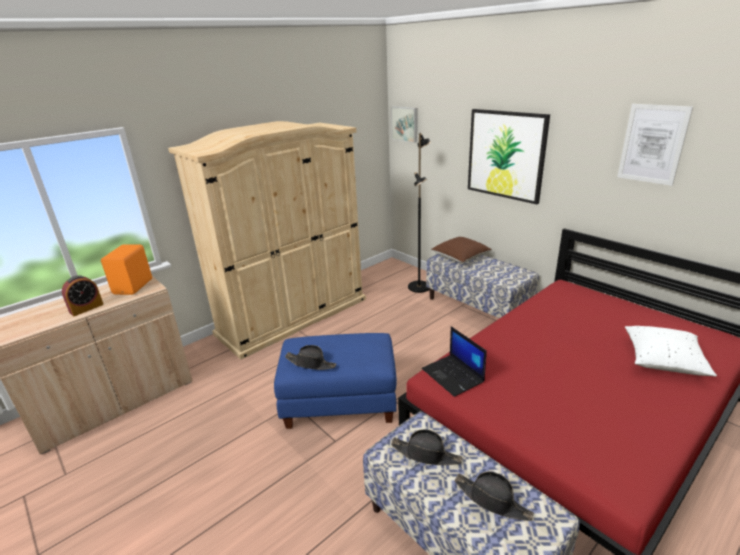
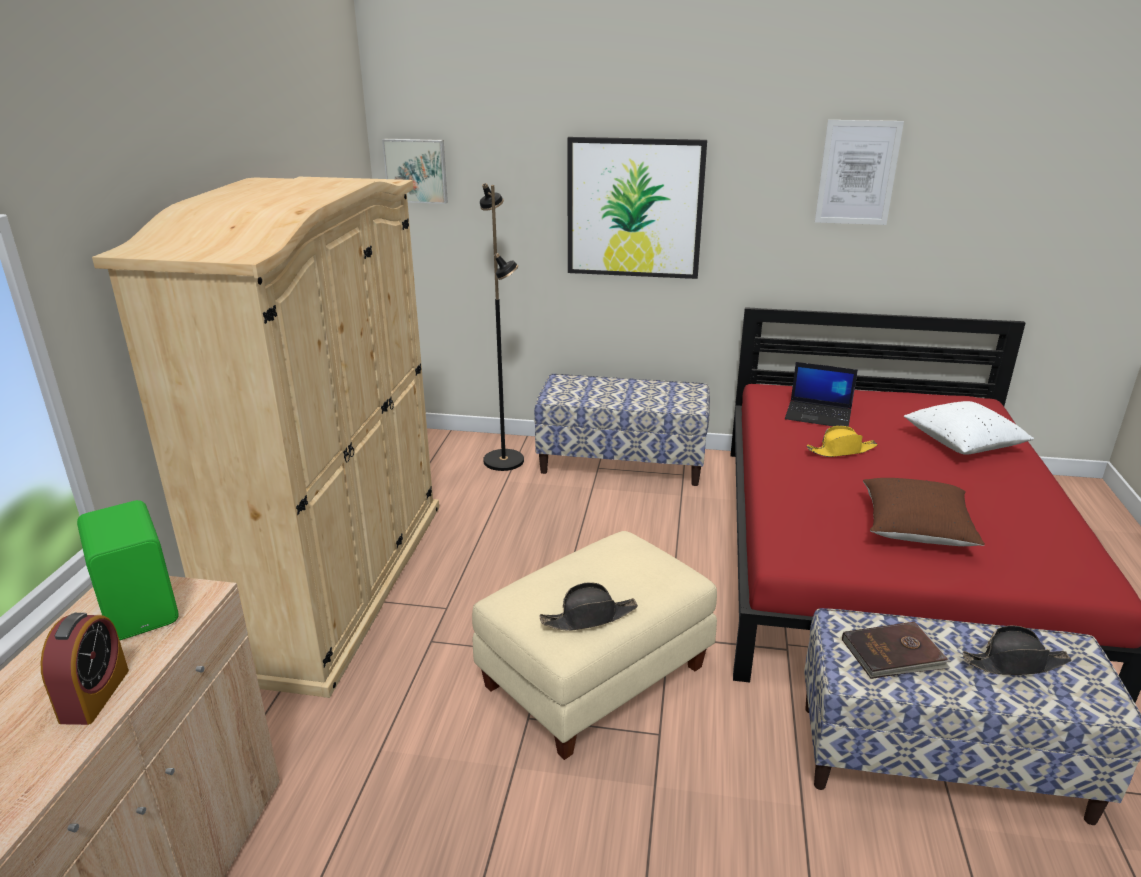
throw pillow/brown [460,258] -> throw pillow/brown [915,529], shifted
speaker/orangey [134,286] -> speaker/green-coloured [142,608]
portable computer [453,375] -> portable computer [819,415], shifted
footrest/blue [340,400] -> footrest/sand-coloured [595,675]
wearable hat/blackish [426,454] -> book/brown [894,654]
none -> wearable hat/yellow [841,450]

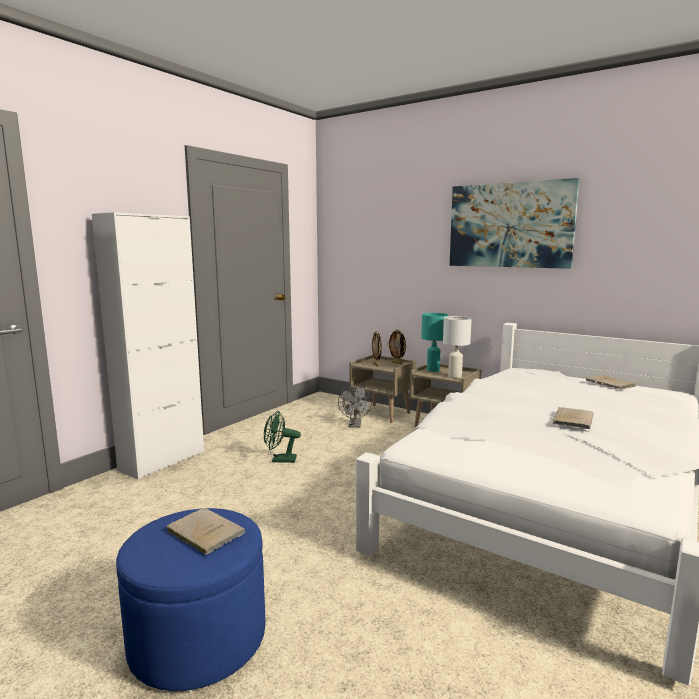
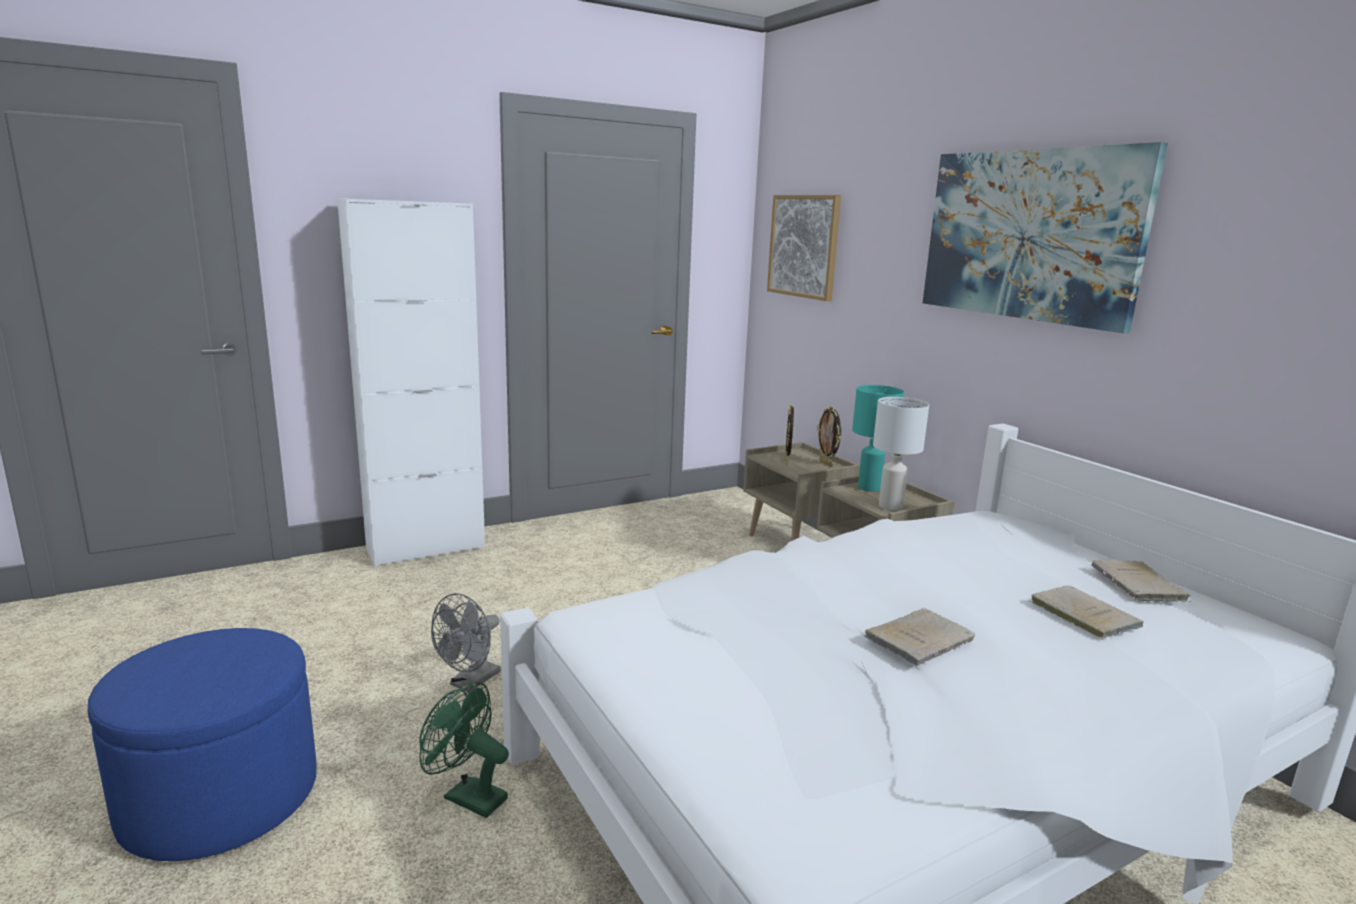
electric fan/greyish [355,425] -> electric fan/greyish [470,683], shifted
electric fan/green-coloured [280,460] -> electric fan/green-coloured [467,796], shifted
book/sand-coloured [204,532] -> book/sand-coloured [1081,613], shifted
none -> picture [804,246]

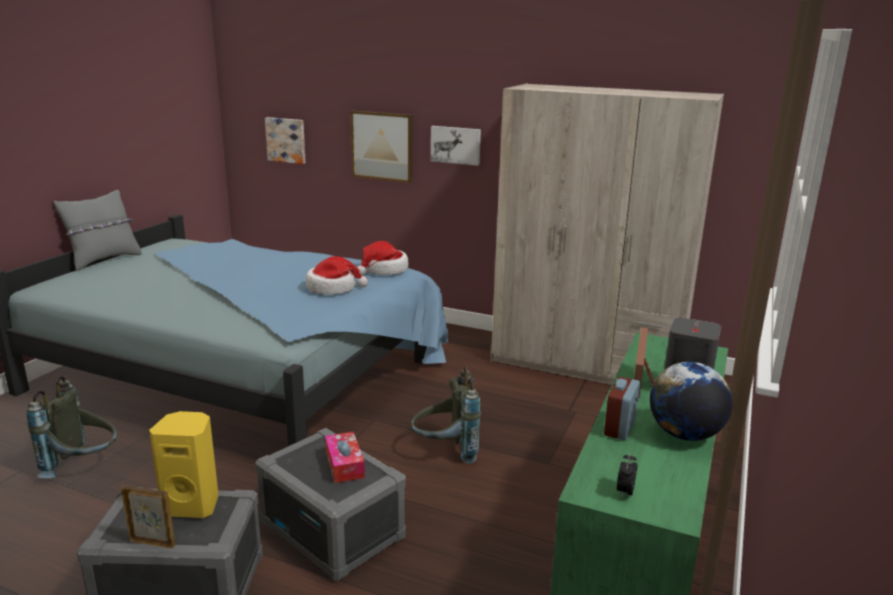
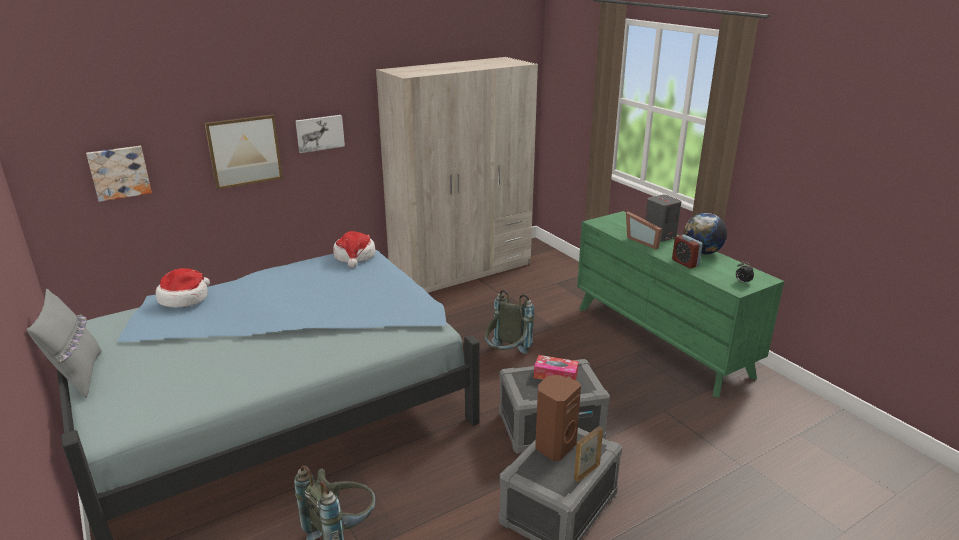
wearable hat [333,288] -> wearable hat [185,298], shifted
speaker/yellow [192,505] -> speaker/brown [554,446]

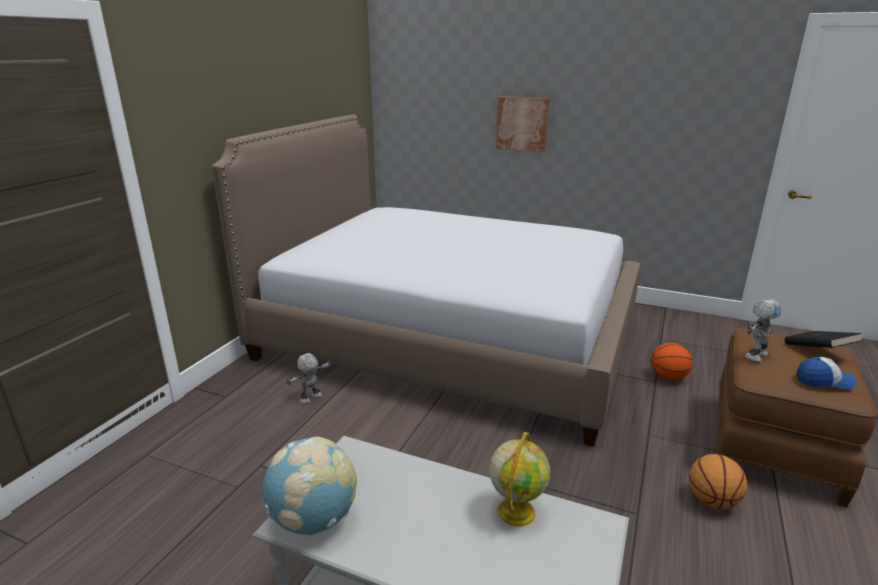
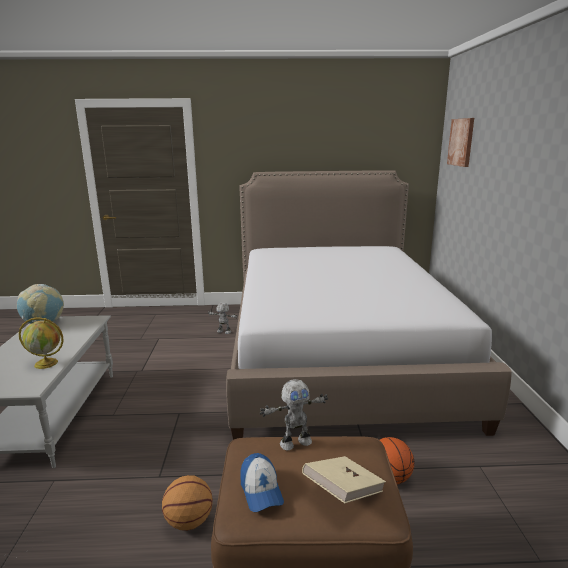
picture [522,124] -> picture [461,142], shifted
robot figure [755,355] -> robot figure [295,442], 45 degrees counterclockwise
book/blackish [818,351] -> book/sand-coloured [343,492]

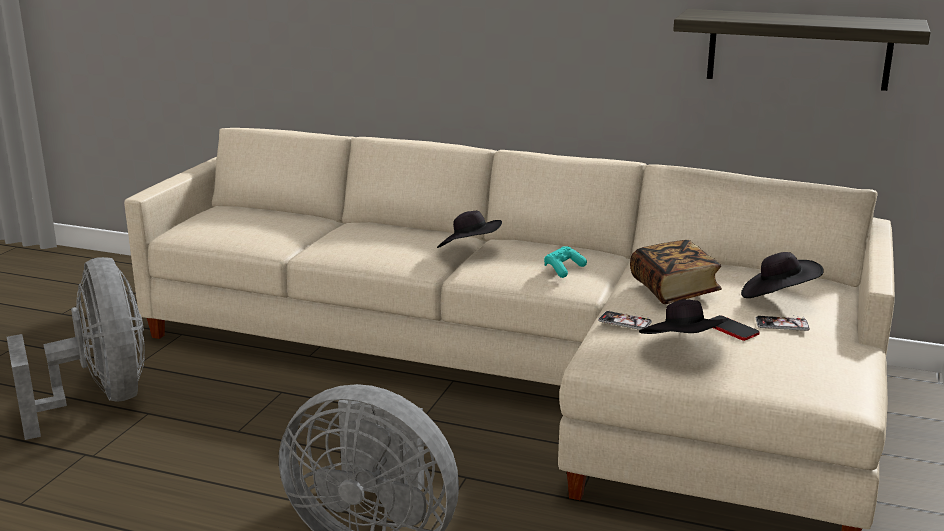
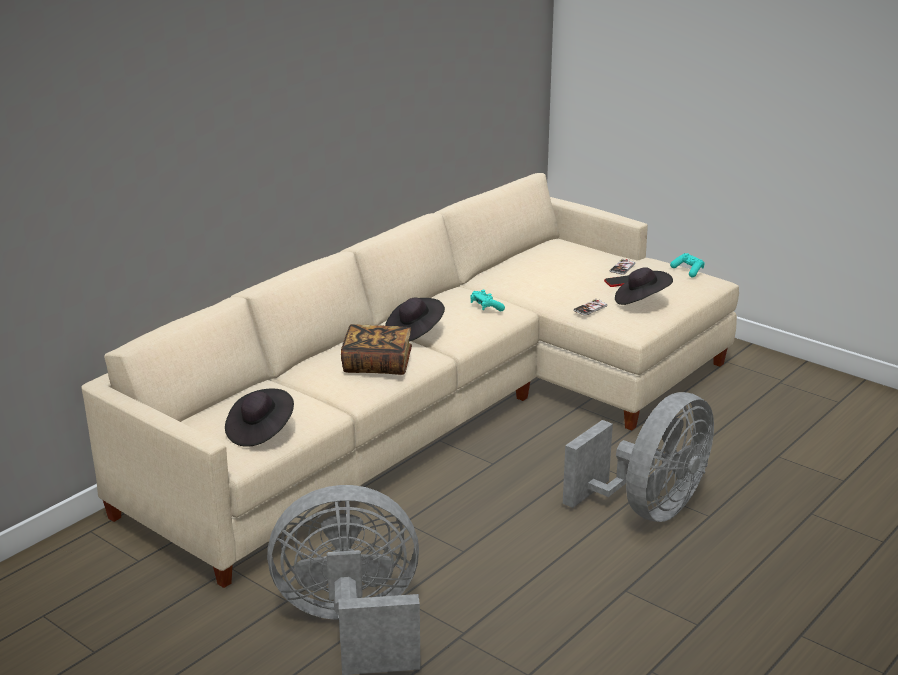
bracket shelf [798,49] -> none
book [674,290] -> book [377,364], shifted
wearable hat/blackish [777,297] -> wearable hat/blackish [260,431], shifted
none -> gamepad/blue-green [688,270]

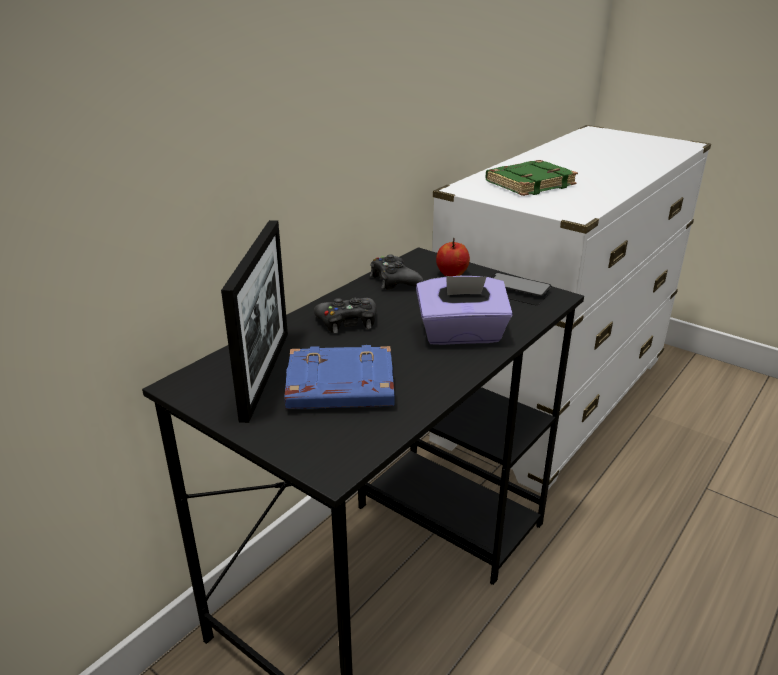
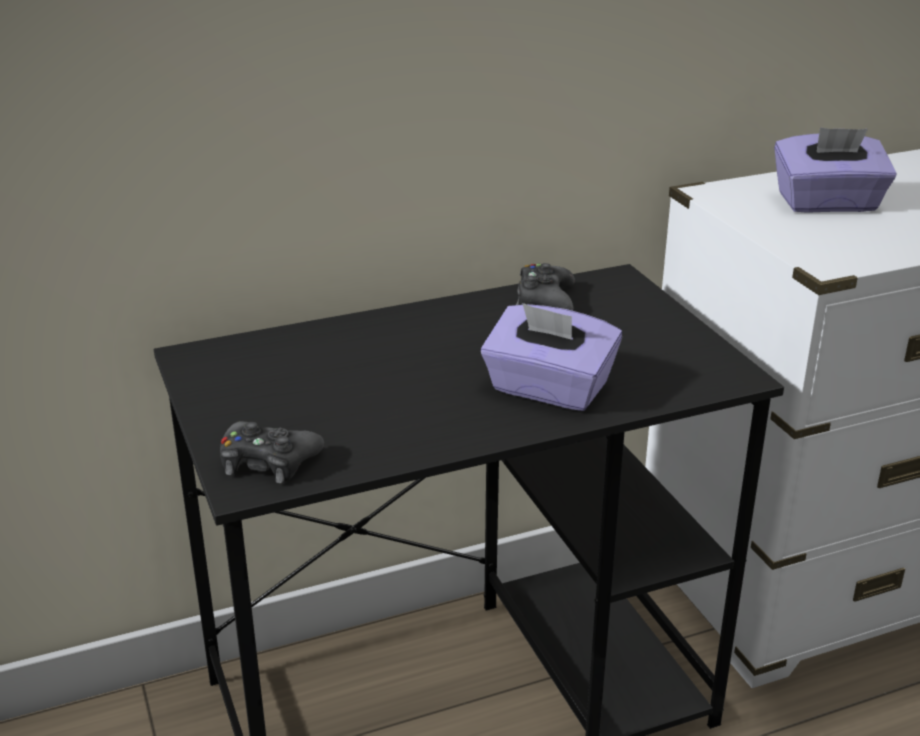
book/green-coloured [529,184] -> box of tissues/purplish [827,204]
photo frame [265,374] -> none
whole apple [452,274] -> none
phone [515,291] -> none
gamepad/blackish [347,322] -> gamepad/blackish [268,462], shifted
book/blue [339,388] -> none

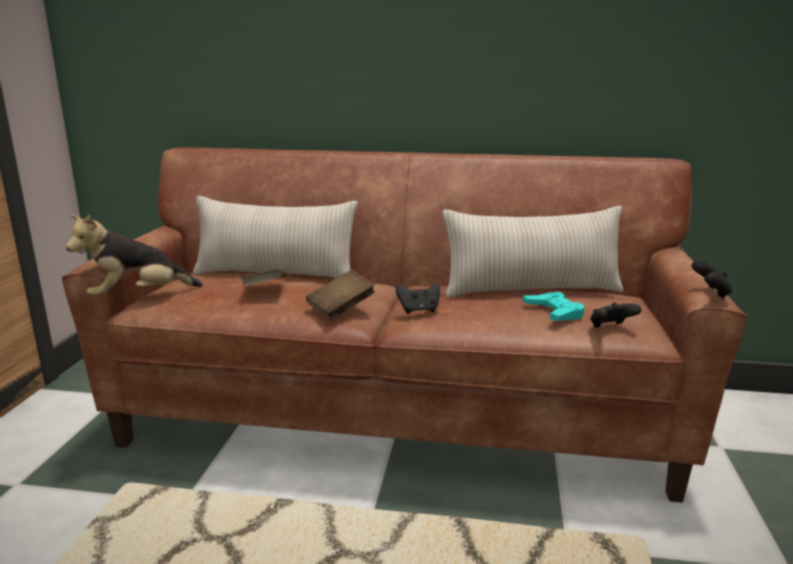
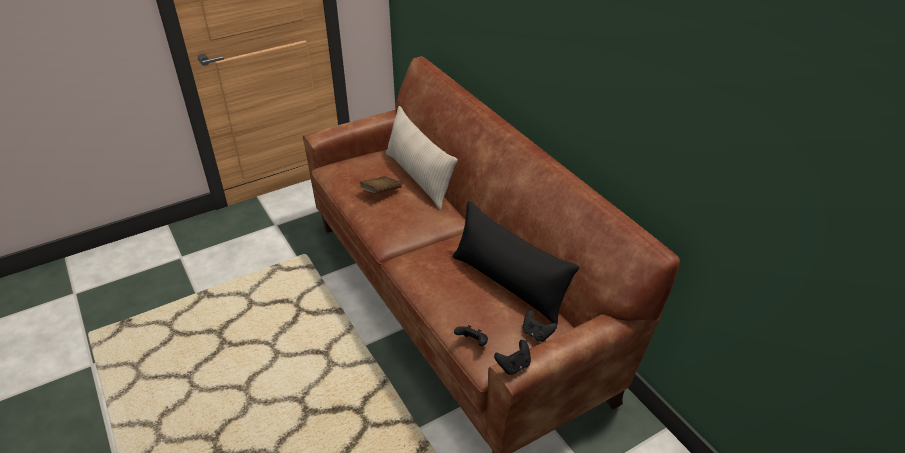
throw pillow/sand-coloured [531,290] -> throw pillow/blackish [509,284]
soft toy [138,296] -> none
book/brown [341,308] -> none
gamepad/blackish [419,310] -> gamepad/blackish [536,334], shifted
gamepad/blue-green [554,312] -> none

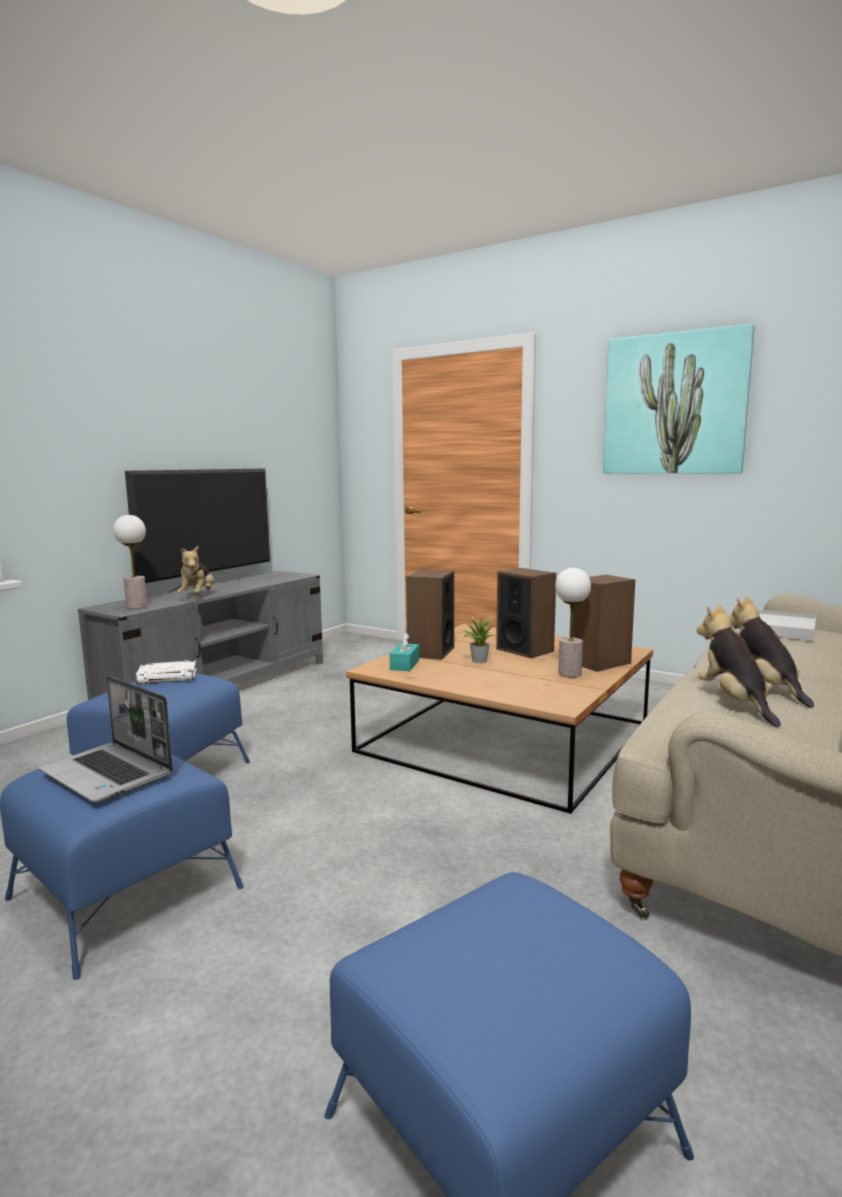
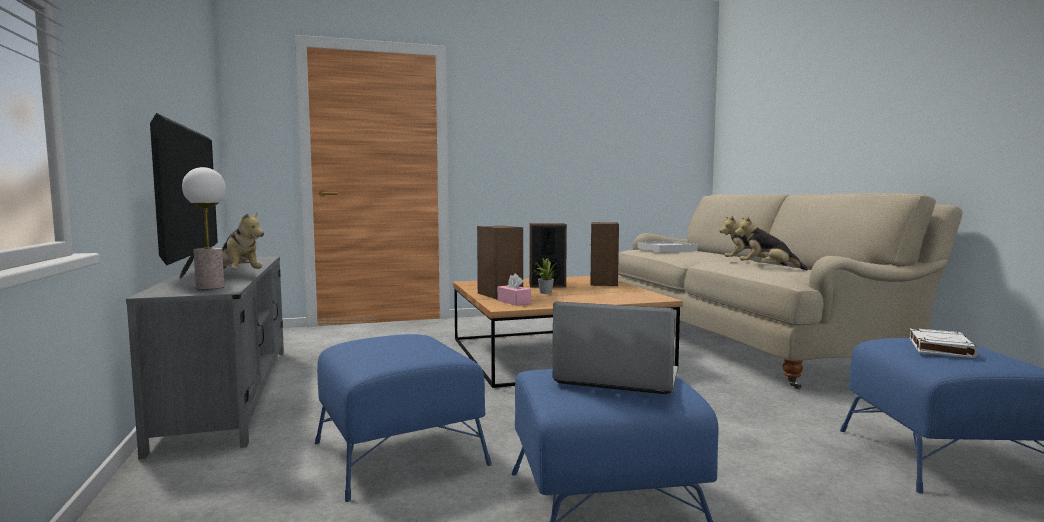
picture [674,404] -> none
lamp for a table [569,674] -> none
box of tissues/blue-green [404,665] -> box of tissues/pink [513,302]
book/white-coloured [168,676] -> book/white-coloured [940,348], shifted
portable computer [109,774] -> portable computer [614,378], 150 degrees counterclockwise

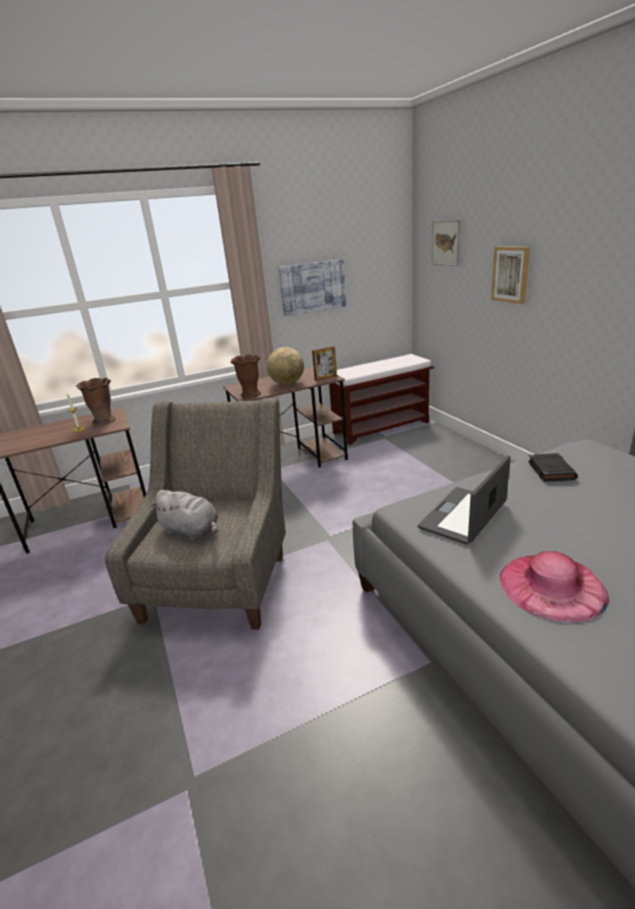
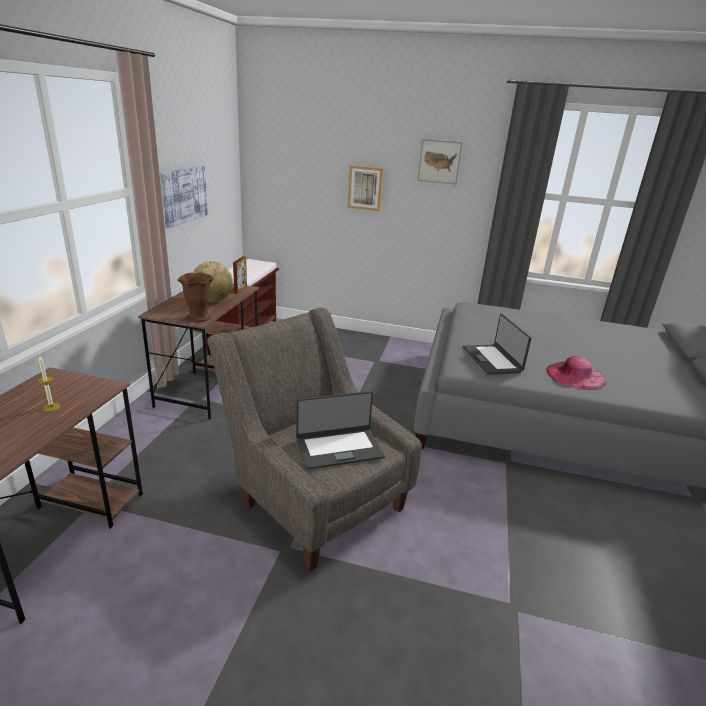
picture [446,243] -> picture [439,161], shifted
vase/brown [104,421] -> none
book/blackish [550,470] -> none
soft toy/greyish [192,531] -> portable computer [339,448]

